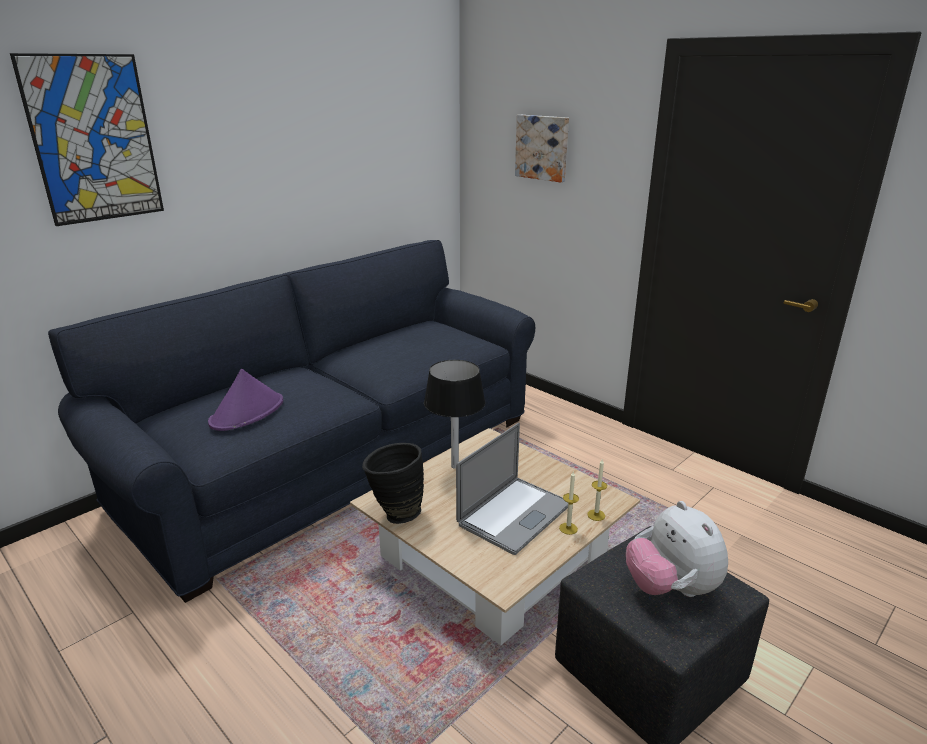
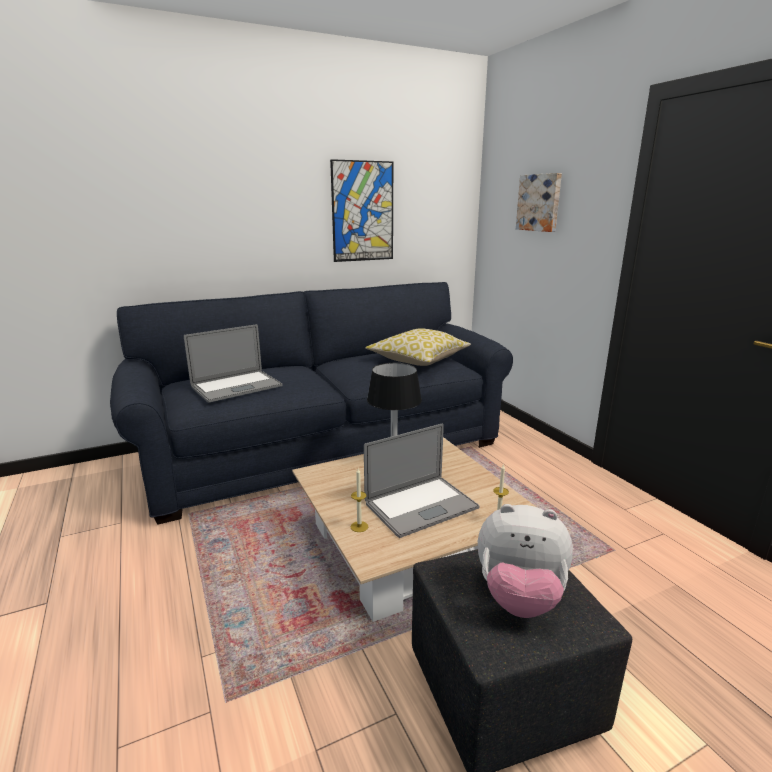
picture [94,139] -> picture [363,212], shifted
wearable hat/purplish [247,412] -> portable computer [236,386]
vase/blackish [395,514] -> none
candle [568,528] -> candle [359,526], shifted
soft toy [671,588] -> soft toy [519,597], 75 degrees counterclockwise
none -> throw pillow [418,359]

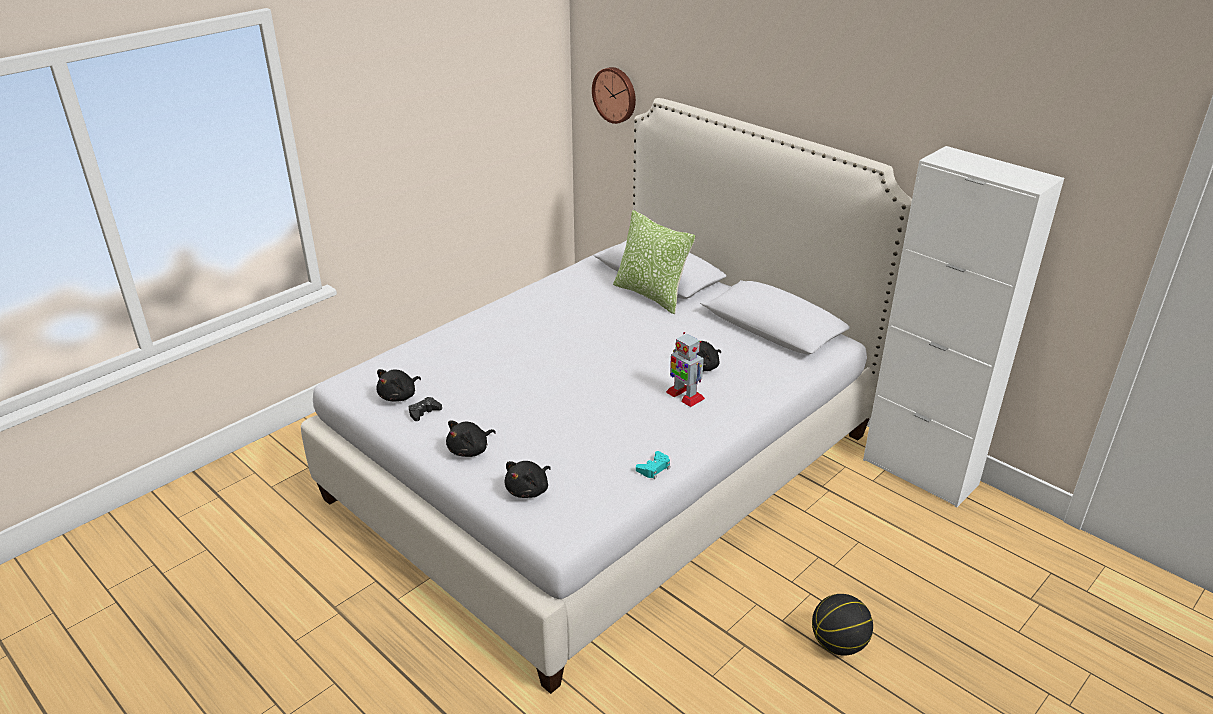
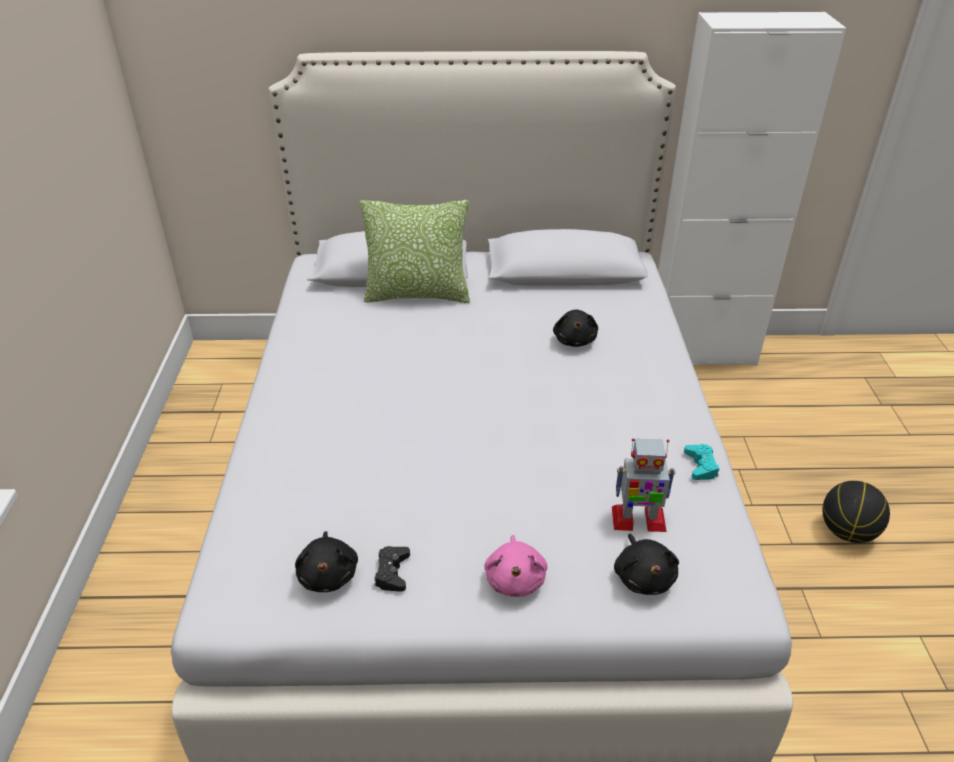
clock on the wall [615,94] -> none
robot figure [684,395] -> robot figure [637,519], shifted
soft toy/blackish [470,450] -> soft toy/pink [515,578]

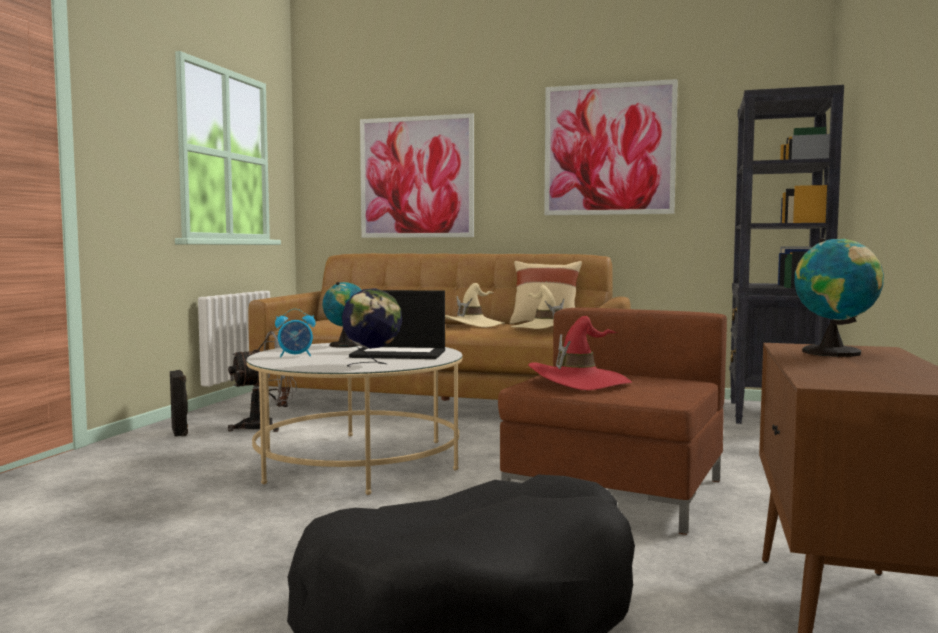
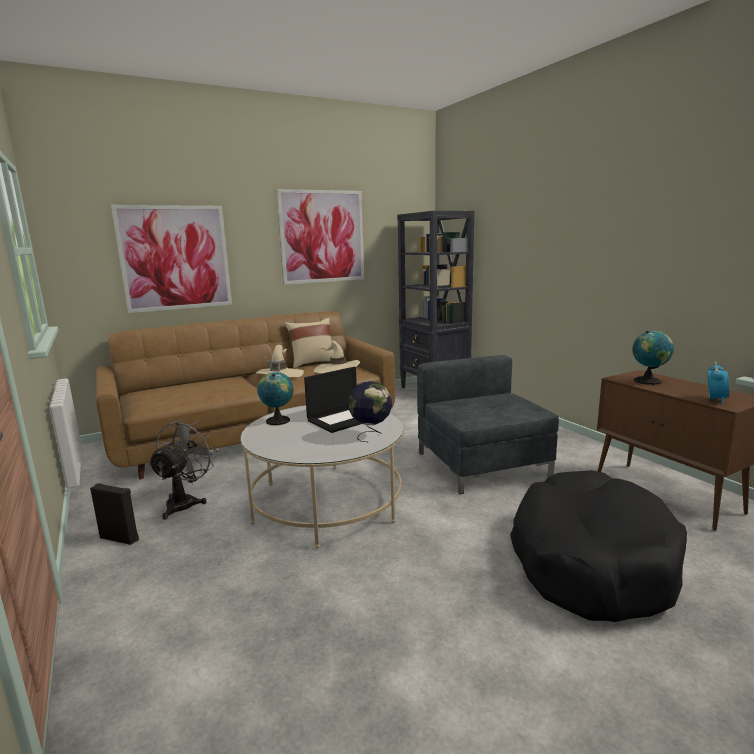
armchair/brown [613,491] -> armchair/greyish [482,465]
bedside clock [296,356] -> bedside clock [715,400], shifted
wearable hat/red [579,381] -> none

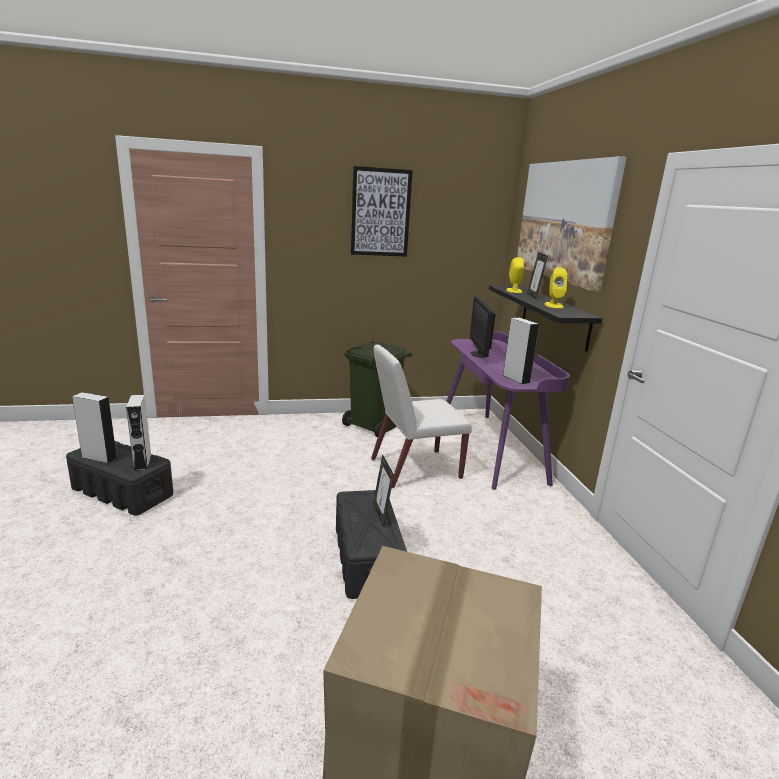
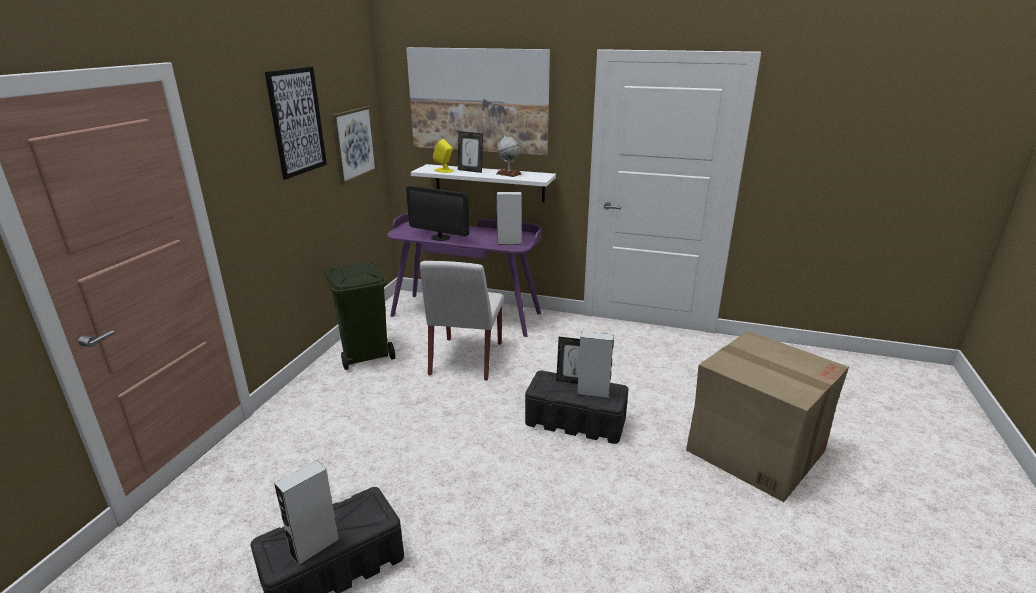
speaker/yellow [553,305] -> desk globe [508,174]
bracket shelf/blackish [554,316] -> bracket shelf/white-coloured [489,183]
speaker/greyish [142,462] -> speaker/greyish [593,393], shifted
none -> picture [354,144]

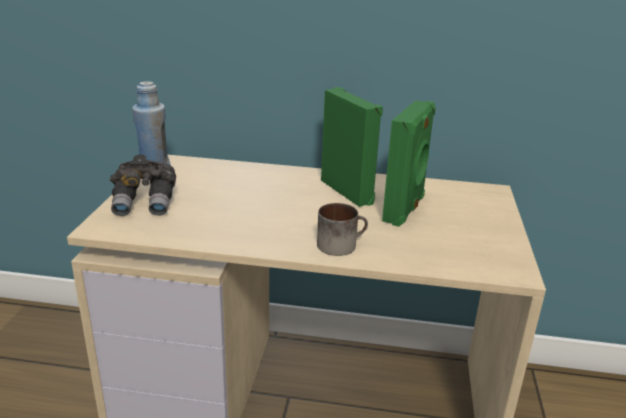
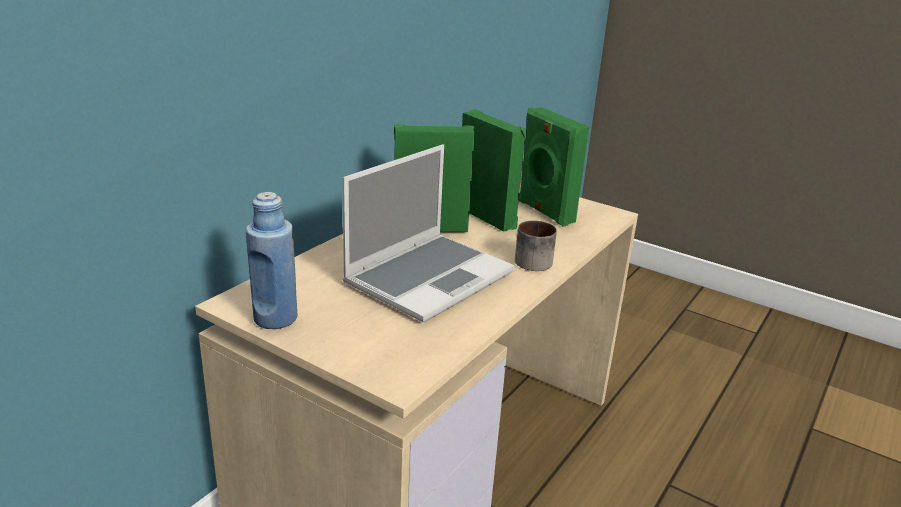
field glasses/greyish [145,204] -> none
none -> speaker/green-coloured [544,212]
none -> portable computer [429,277]

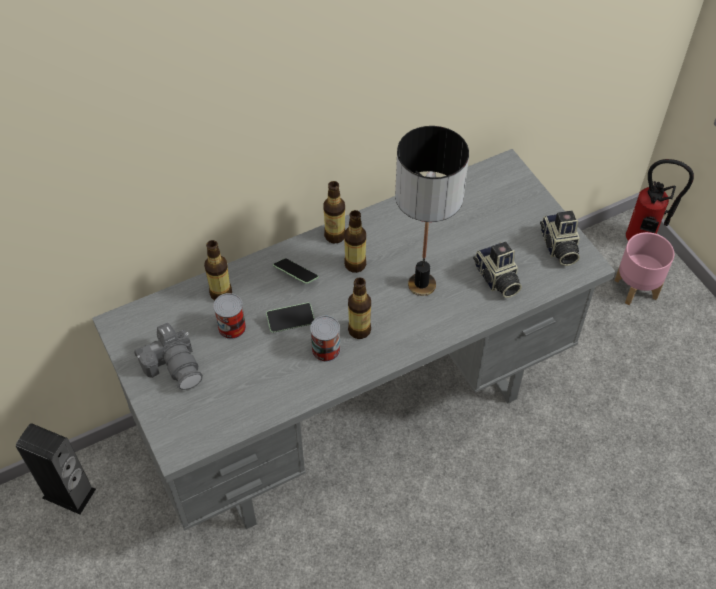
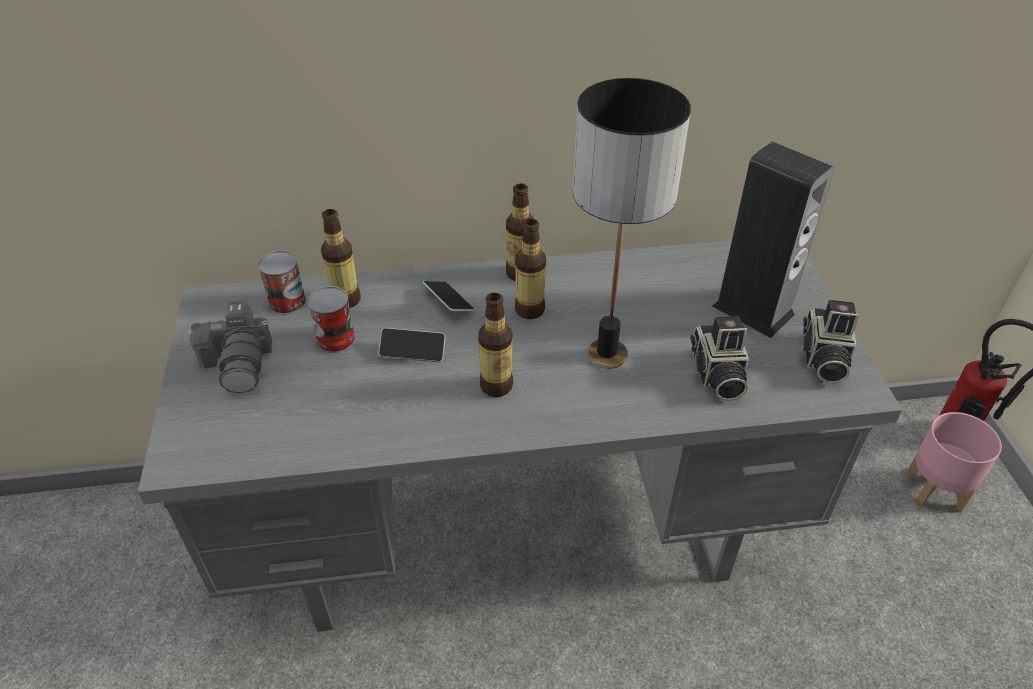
sealed can [326,349] -> sealed can [287,302], shifted
speaker [69,493] -> speaker [753,310], shifted

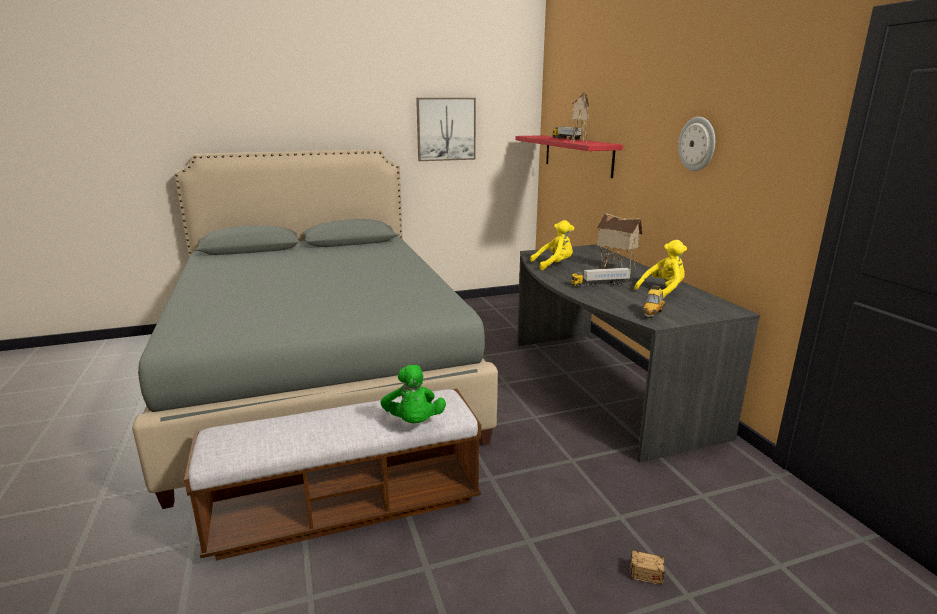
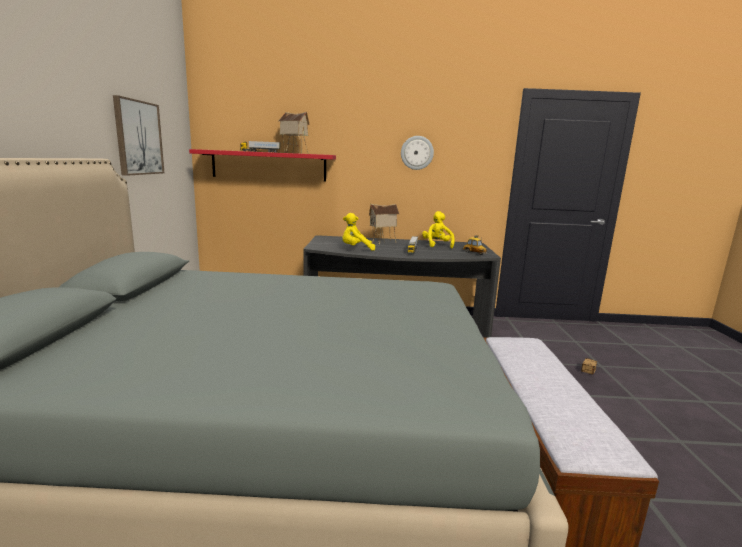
soft toy/yellow [554,265] -> soft toy/yellow [356,249], 105 degrees counterclockwise
soft toy/green-coloured [413,422] -> none

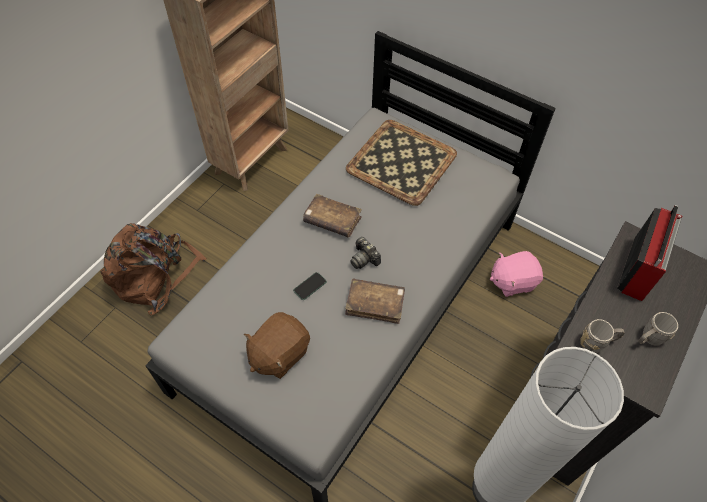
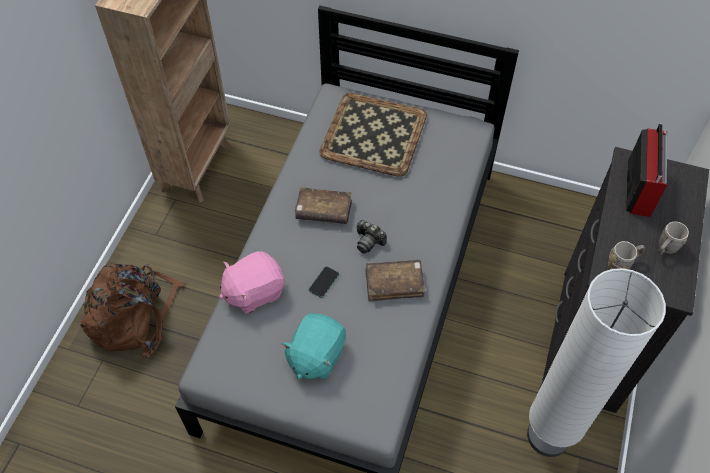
soft toy/pink [512,281] -> soft toy/pink [254,291], shifted
soft toy/brown [279,353] -> soft toy/blue-green [315,355]

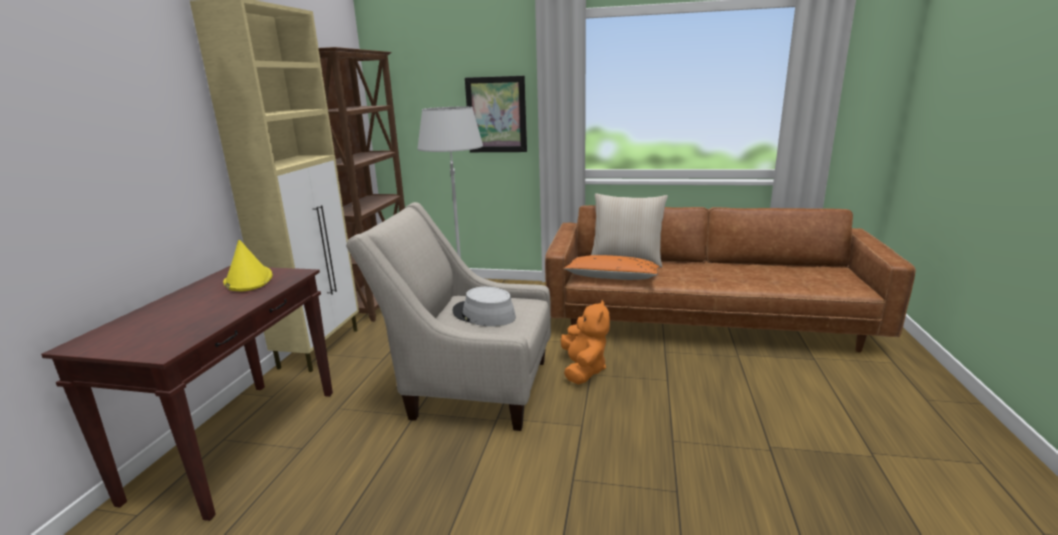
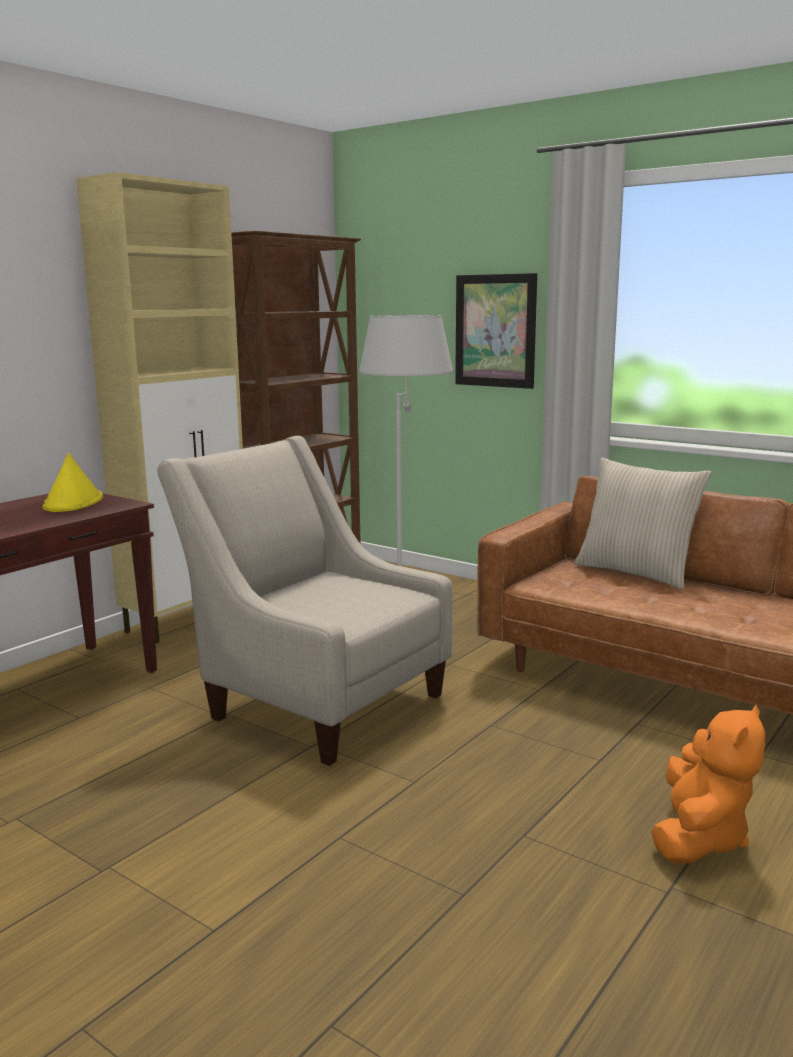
throw pillow/orangey [612,277] -> none
wearable hat/greyish [483,314] -> none
soft toy/orangey [583,370] -> soft toy/orangey [699,837], shifted

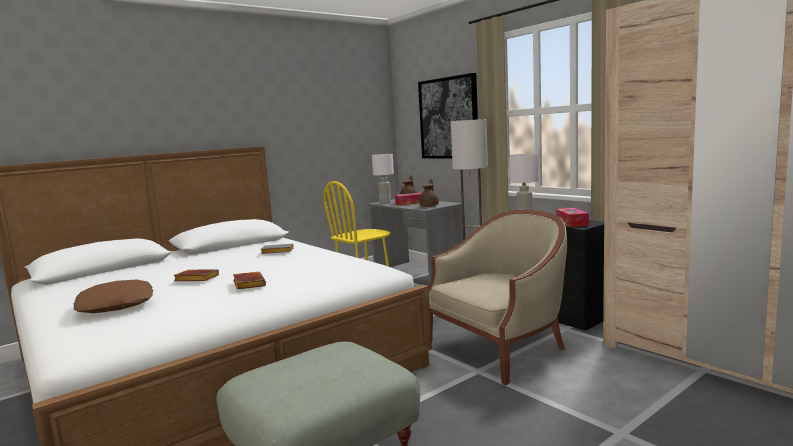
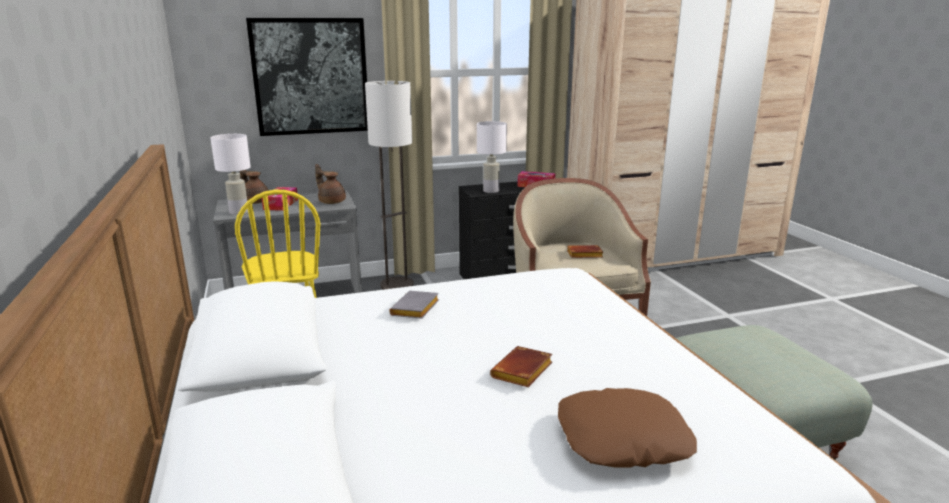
book/brown [247,284] -> book/brown [583,255], shifted

